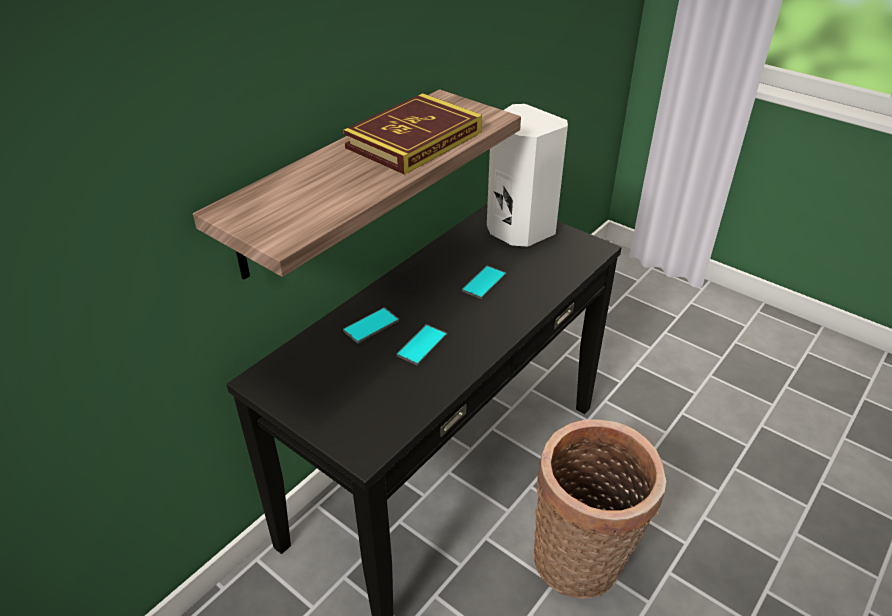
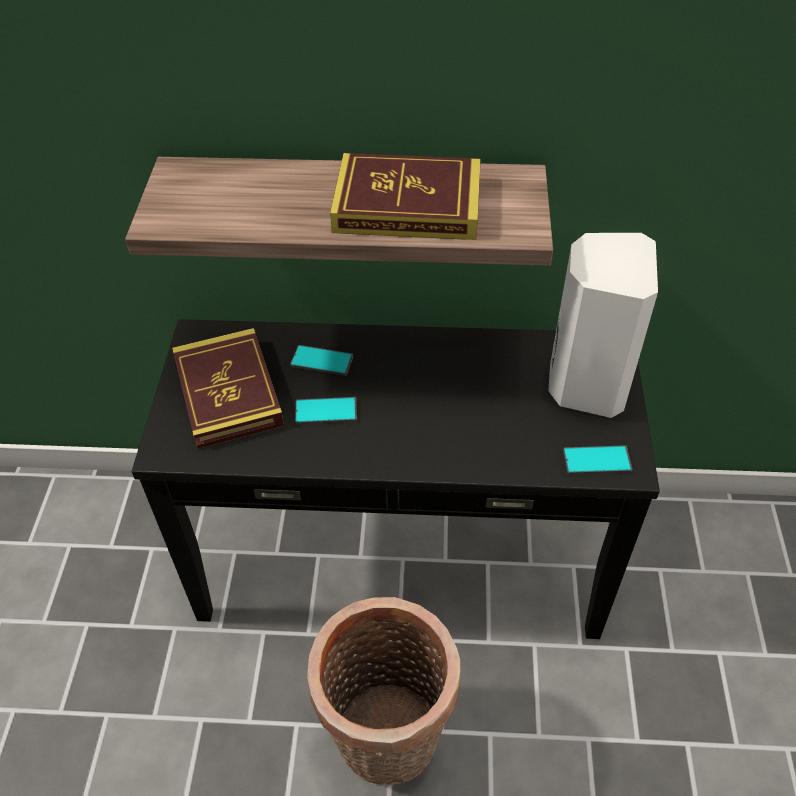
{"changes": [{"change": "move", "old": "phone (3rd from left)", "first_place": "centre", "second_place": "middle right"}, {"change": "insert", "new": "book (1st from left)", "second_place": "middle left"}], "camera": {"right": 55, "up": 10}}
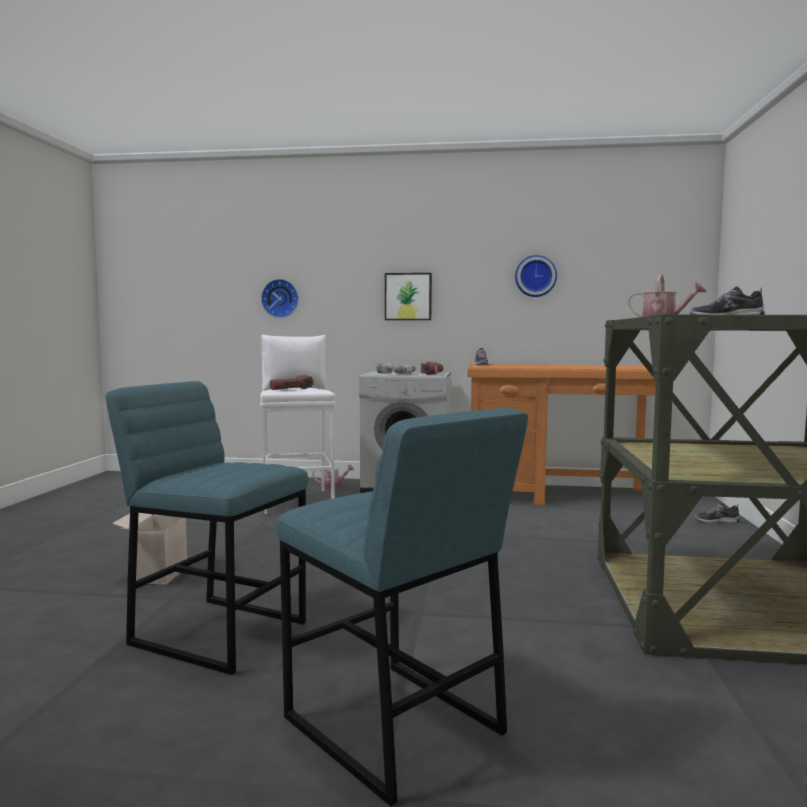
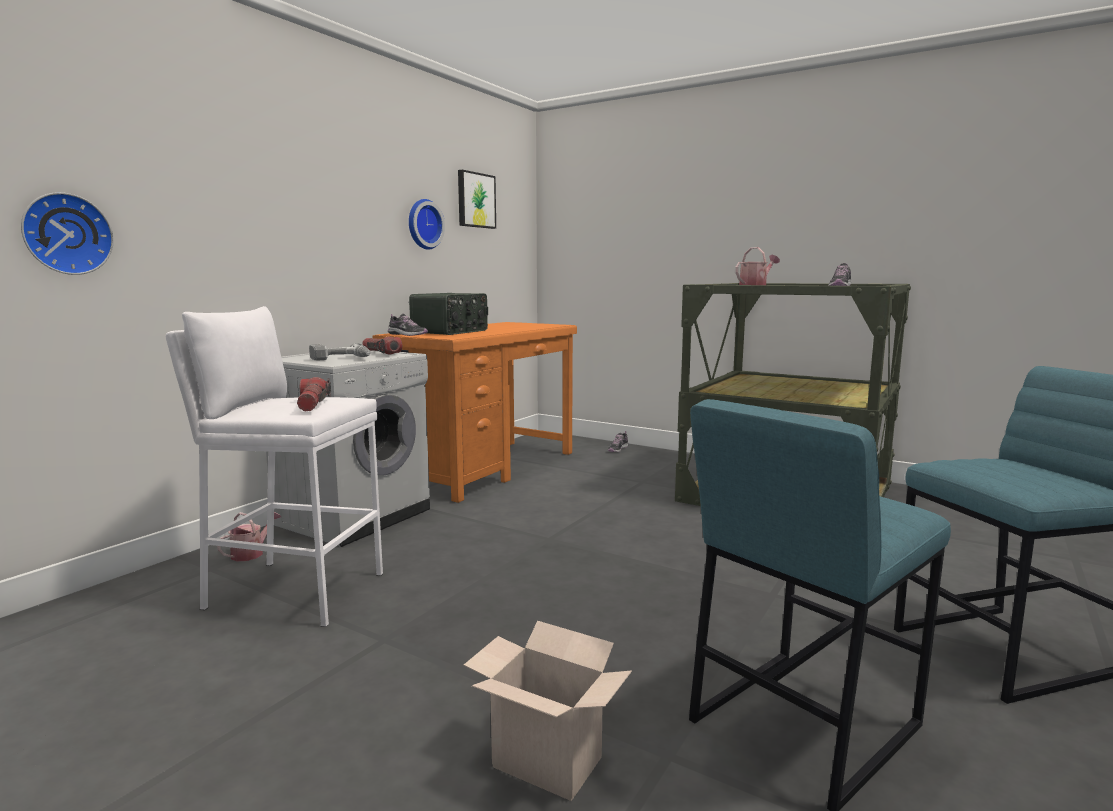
{"changes": [{"change": "move", "old": "picture", "first_place": "centre", "second_place": "top centre"}, {"change": "insert", "new": "radio", "second_place": "centre"}], "camera": {"right": -65, "up": 5}}
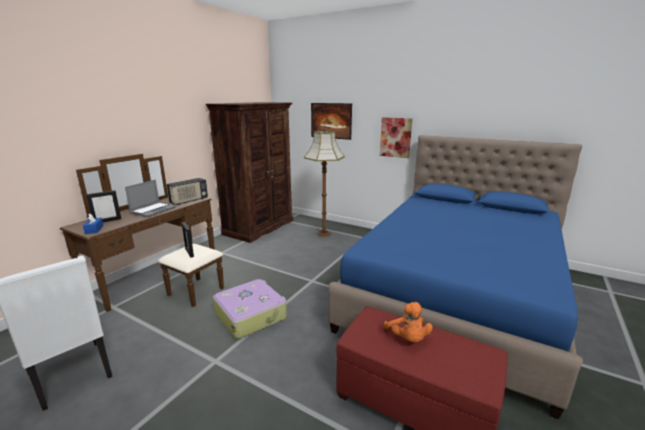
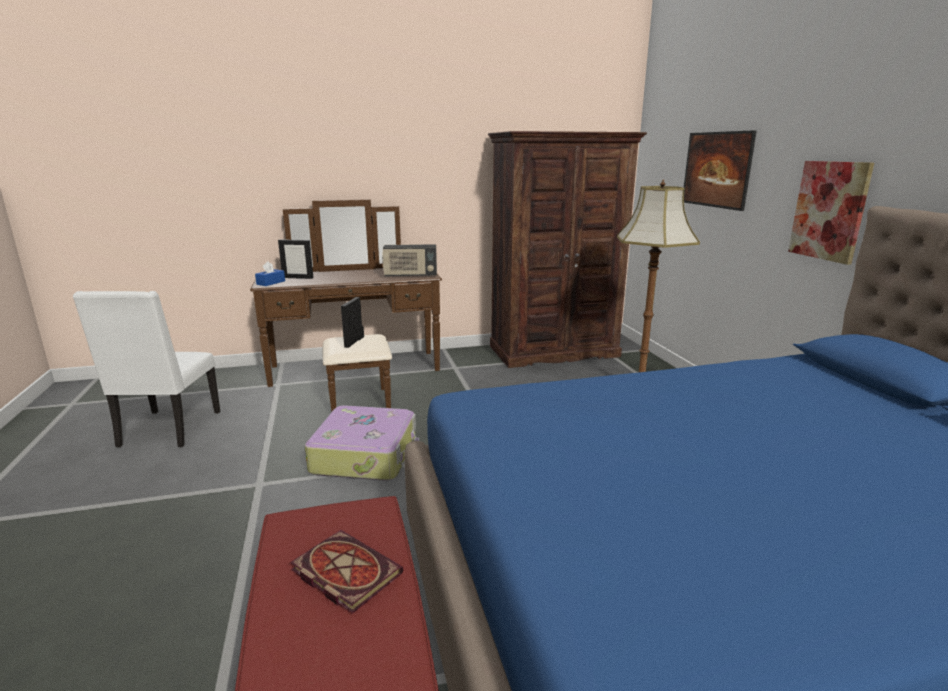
{"changes": [{"change": "delete", "old": "laptop", "first_place": "middle left"}, {"change": "replace", "old": "orange plush toy", "new": "book", "first_place": "bottom centre", "second_place": "bottom centre"}], "camera": {"right": 45, "up": 0}}
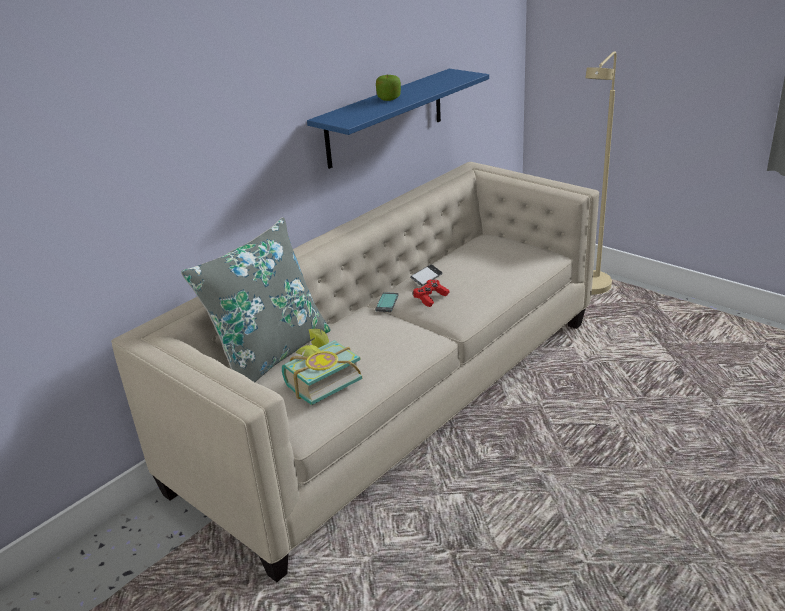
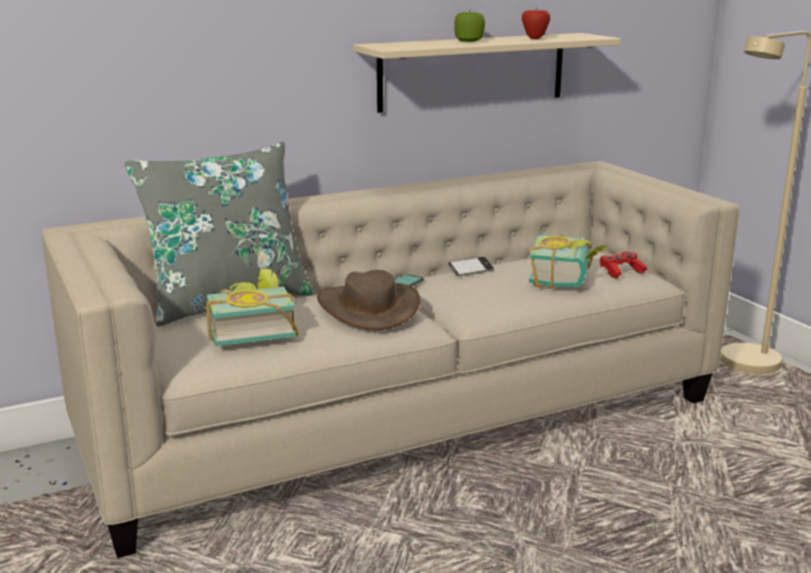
{"changes": [{"change": "recolor", "old": "blue shelf", "new": "beige shelf", "first_place": "top centre", "second_place": "top centre"}, {"change": "move", "old": "red game controller", "first_place": "centre", "second_place": "middle right"}, {"change": "insert", "new": "apple (2nd from left)", "second_place": "top centre"}, {"change": "insert", "new": "book (2nd from left)", "second_place": "middle right"}, {"change": "insert", "new": "brown hat", "second_place": "centre"}], "camera": {"right": 20, "up": -10}}
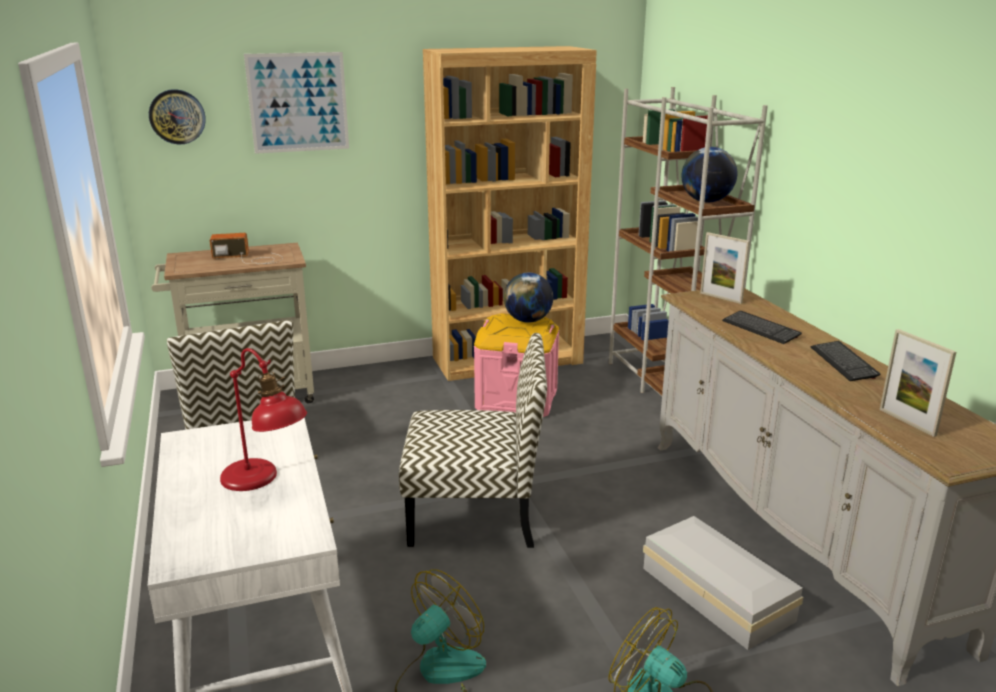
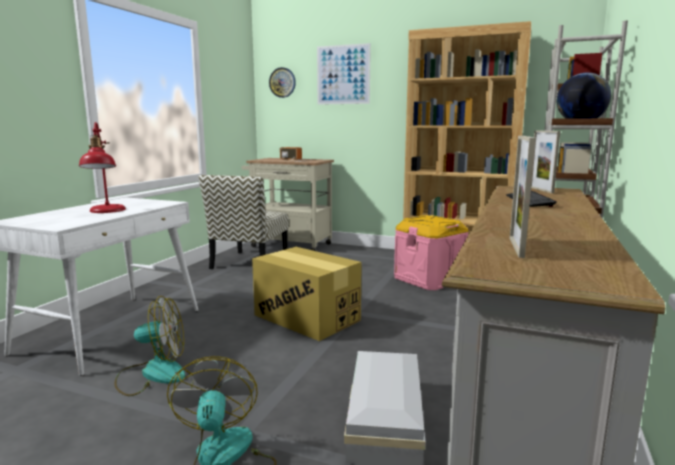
{"changes": [{"change": "delete", "old": "globe (1st from left)", "first_place": "centre"}, {"change": "replace", "old": "chair (2nd from left)", "new": "cardboard box", "first_place": "centre", "second_place": "centre"}, {"change": "delete", "old": "keyboard (2nd from left)", "first_place": "middle right"}], "camera": {"right": 40, "up": -10}}
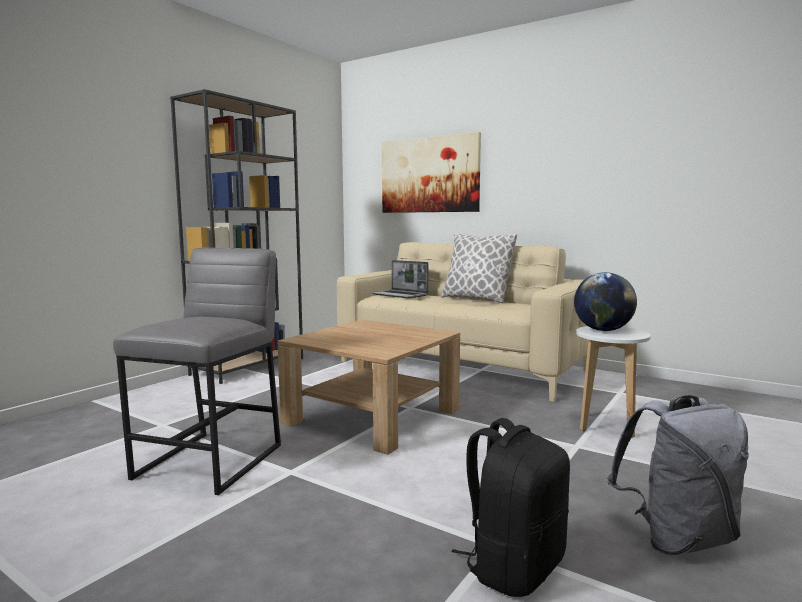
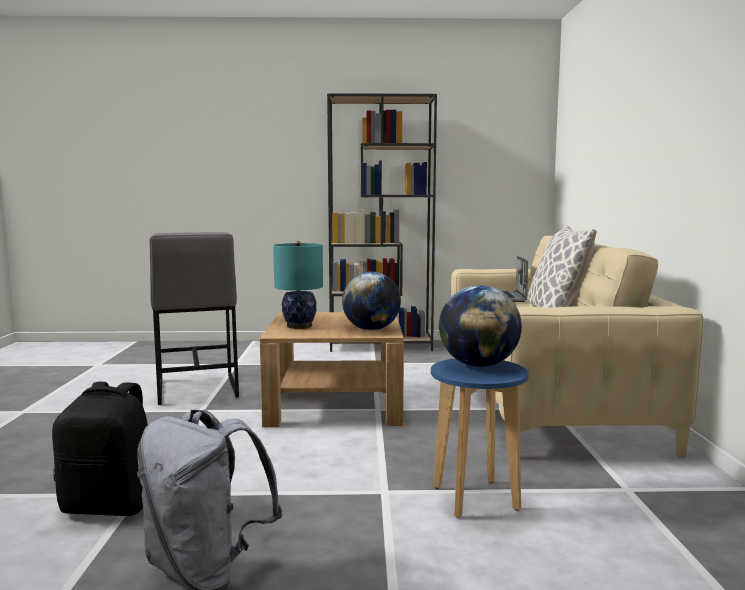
{"changes": [{"change": "delete", "old": "picture", "first_place": "top centre"}, {"change": "rotate", "old": "grey chair", "first_place": "middle left", "second_place": "middle left", "degrees": 90}, {"change": "recolor", "old": "white stool", "new": "blue stool", "first_place": "middle right", "second_place": "bottom centre"}, {"change": "insert", "new": "turquoise table lamp", "second_place": "centre"}, {"change": "insert", "new": "globe (1st from left)", "second_place": "centre"}], "camera": {"right": 55, "up": 0}}
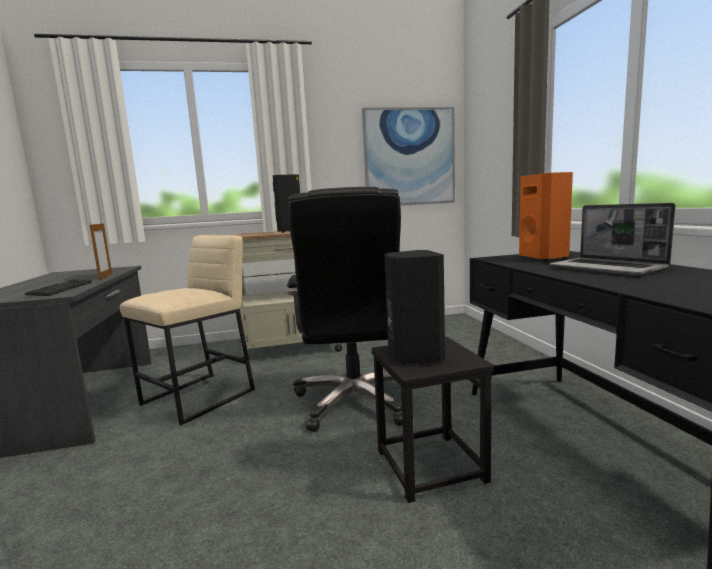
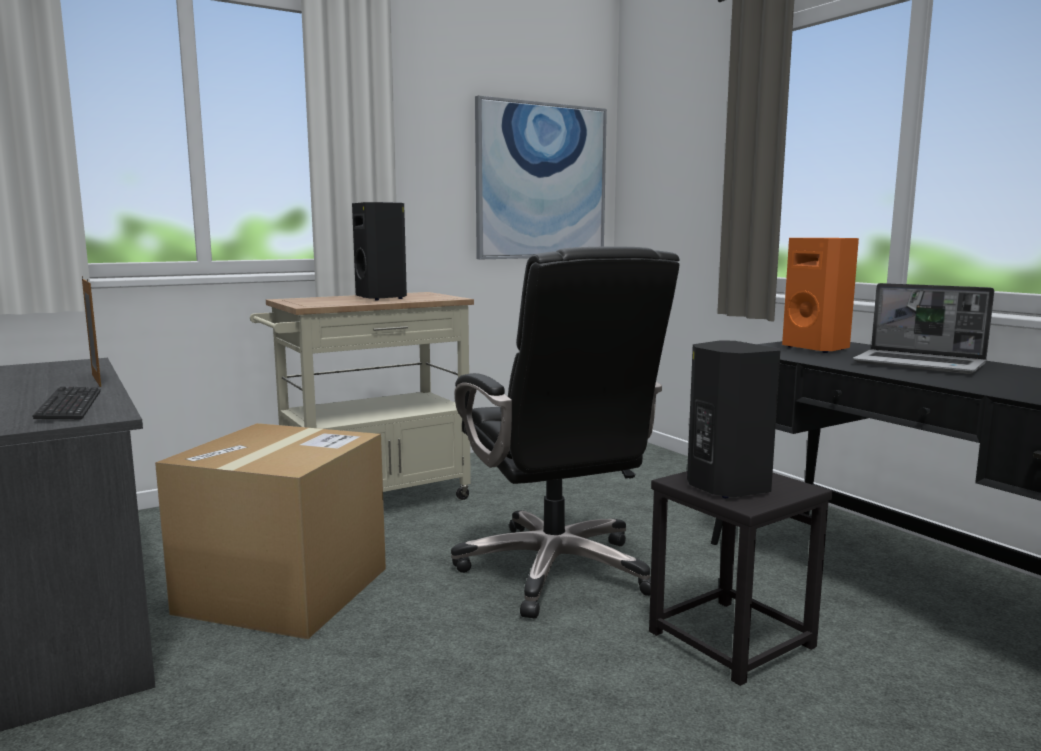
{"changes": [{"change": "replace", "old": "beige chair", "new": "cardboard box", "first_place": "middle left", "second_place": "bottom left"}], "camera": {"right": -20, "up": 0}}
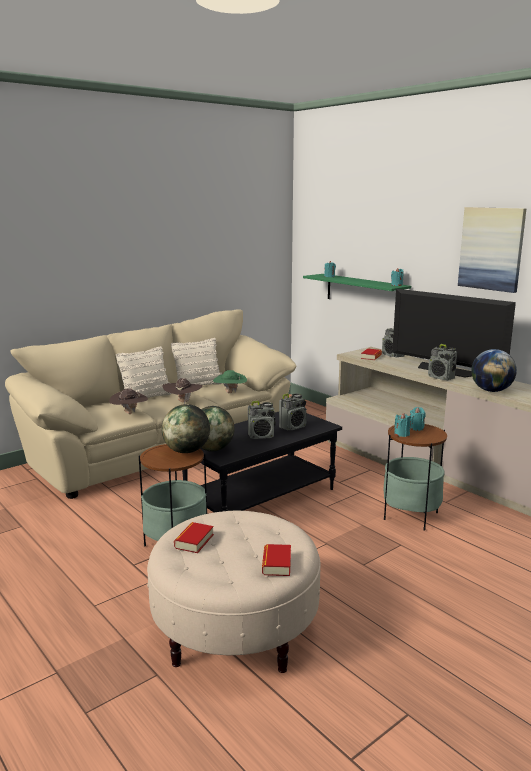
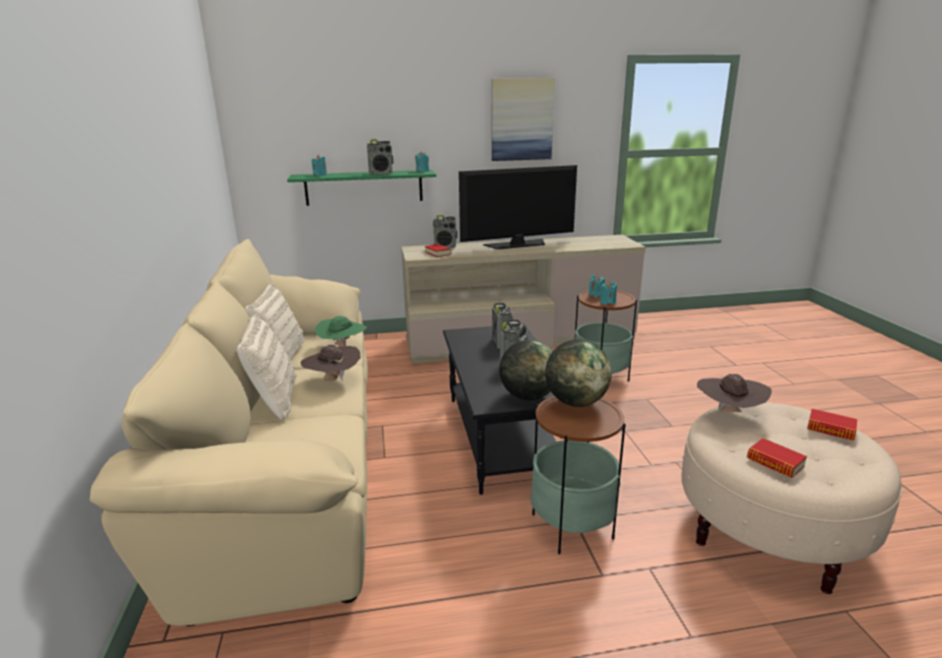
{"changes": [{"change": "move", "old": "radio (4th from left in the first image)", "new": "radio (1st from left)", "first_place": "middle right", "second_place": "top centre"}, {"change": "delete", "old": "globe (3rd from left)", "first_place": "middle right"}, {"change": "move", "old": "brown hat (1st from left in the first image)", "new": "brown hat (2nd from left)", "first_place": "middle left", "second_place": "middle right"}], "camera": {"right": -60, "up": 5}}
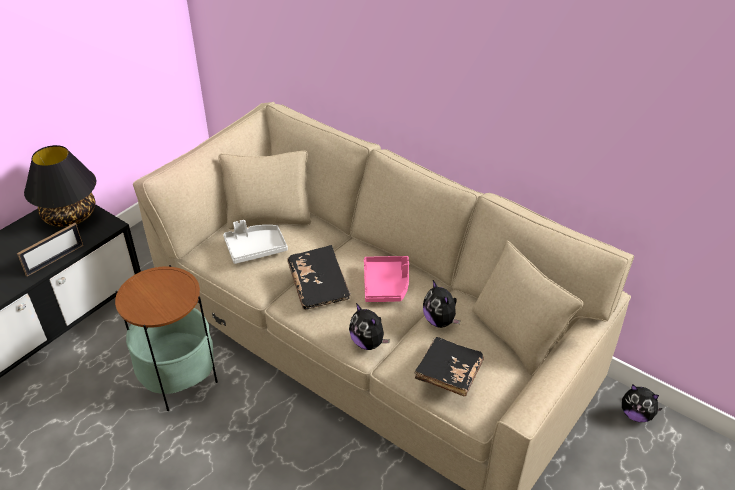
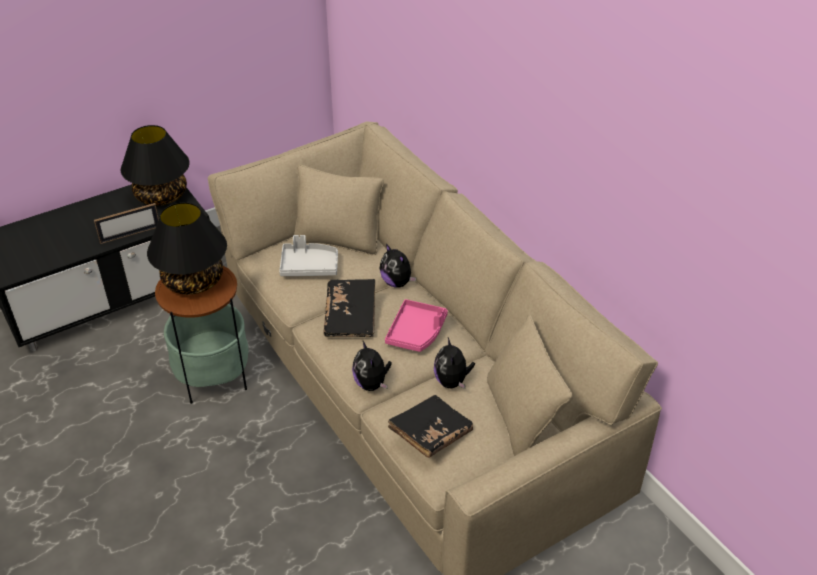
{"changes": [{"change": "move", "old": "plush toy (3rd from left in the first image)", "new": "plush toy (2nd from left)", "first_place": "bottom right", "second_place": "centre"}, {"change": "insert", "new": "black table lamp (2nd from left)", "second_place": "middle left"}], "camera": {"right": 20, "up": 0}}
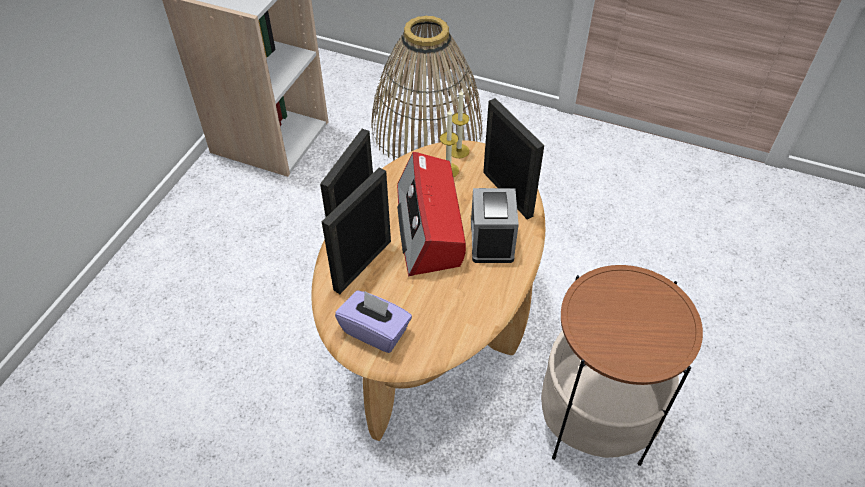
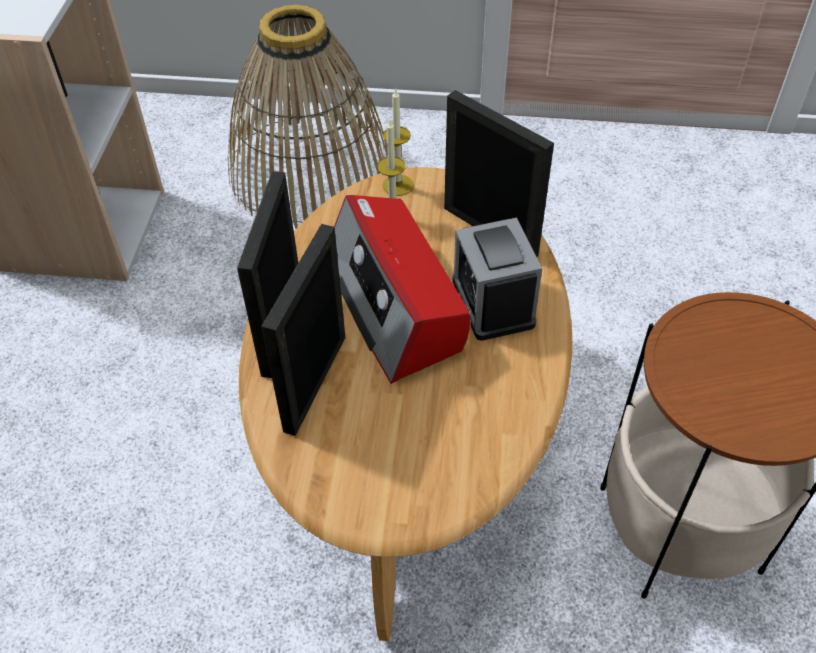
{"changes": [{"change": "delete", "old": "purple tissue box", "first_place": "centre"}], "camera": {"right": -15, "up": 0}}
